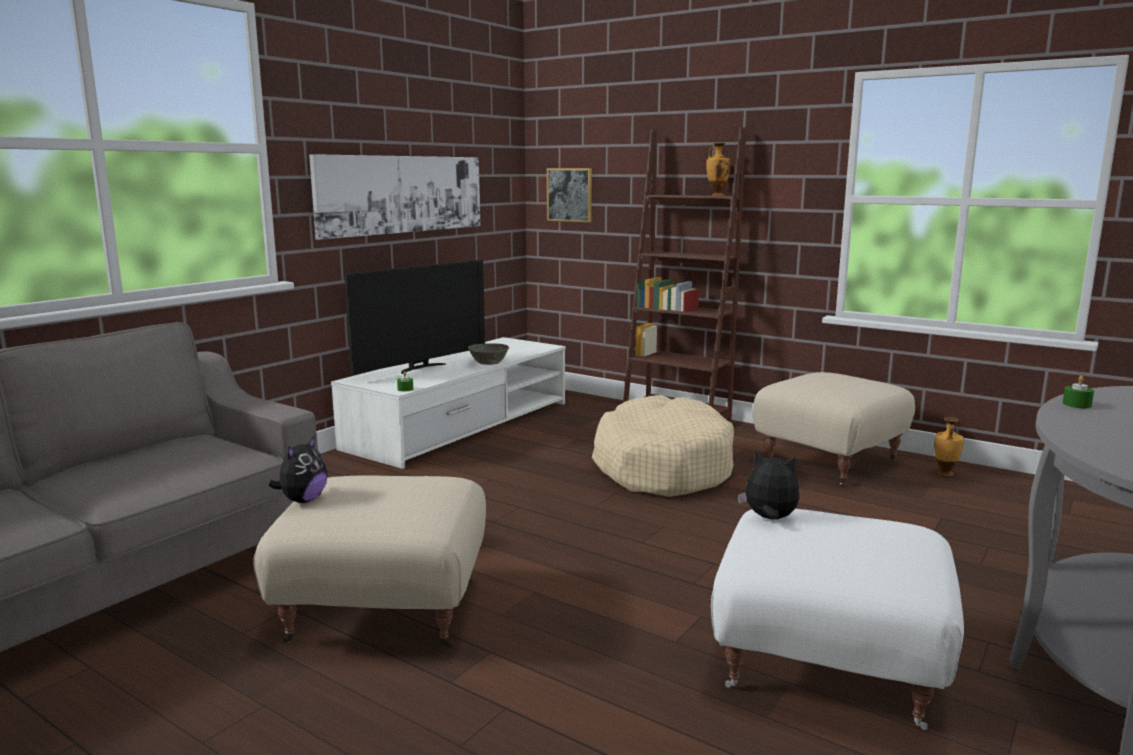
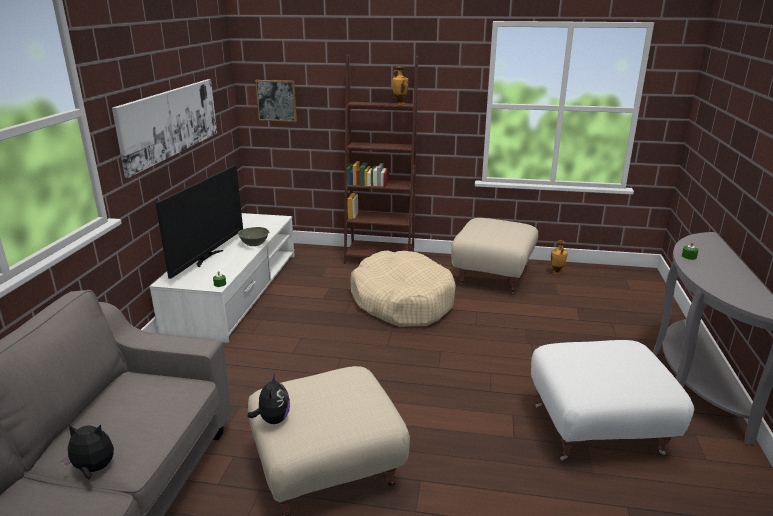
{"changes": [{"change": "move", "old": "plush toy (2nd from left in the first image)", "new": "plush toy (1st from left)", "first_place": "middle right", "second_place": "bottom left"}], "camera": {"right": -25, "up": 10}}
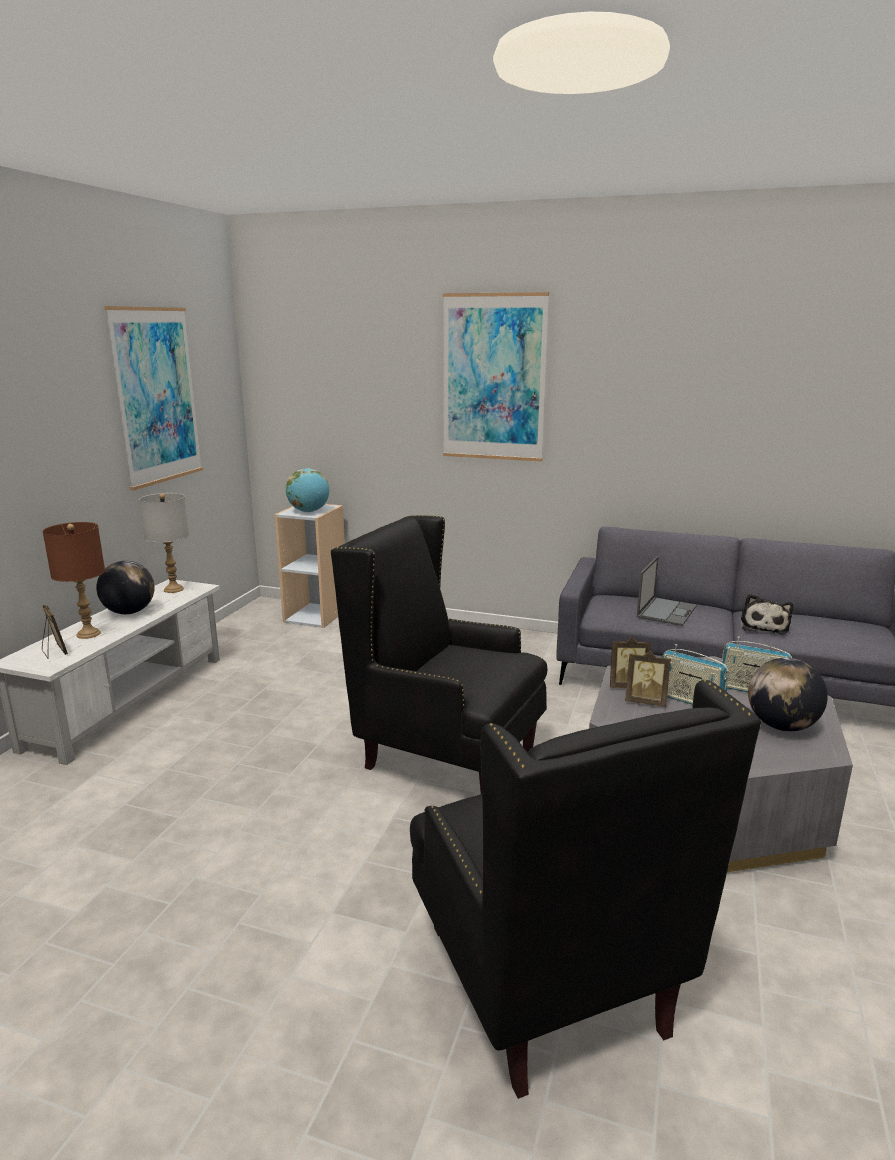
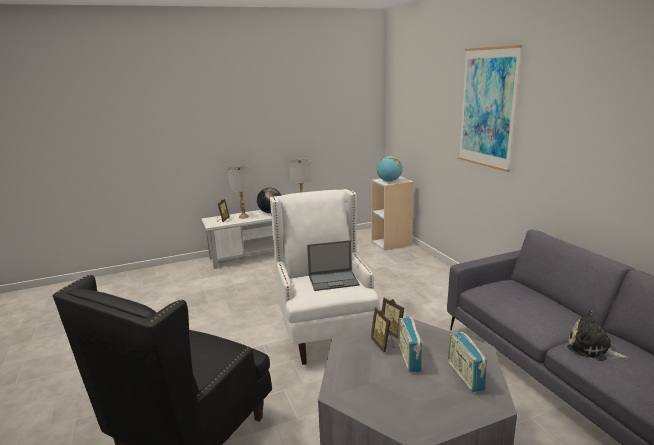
{"changes": [{"change": "delete", "old": "picture (1st from left)", "first_place": "middle left"}, {"change": "recolor", "old": "black armchair (1st from left)", "new": "white armchair", "first_place": "centre", "second_place": "centre"}, {"change": "recolor", "old": "brown table lamp", "new": "grey table lamp (1st from left)", "first_place": "middle left", "second_place": "centre"}, {"change": "move", "old": "laptop", "first_place": "middle right", "second_place": "centre"}, {"change": "rotate", "old": "plush toy", "first_place": "middle right", "second_place": "bottom right", "degrees": 60}, {"change": "delete", "old": "globe (3rd from left)", "first_place": "middle right"}], "camera": {"right": 50, "up": 0}}
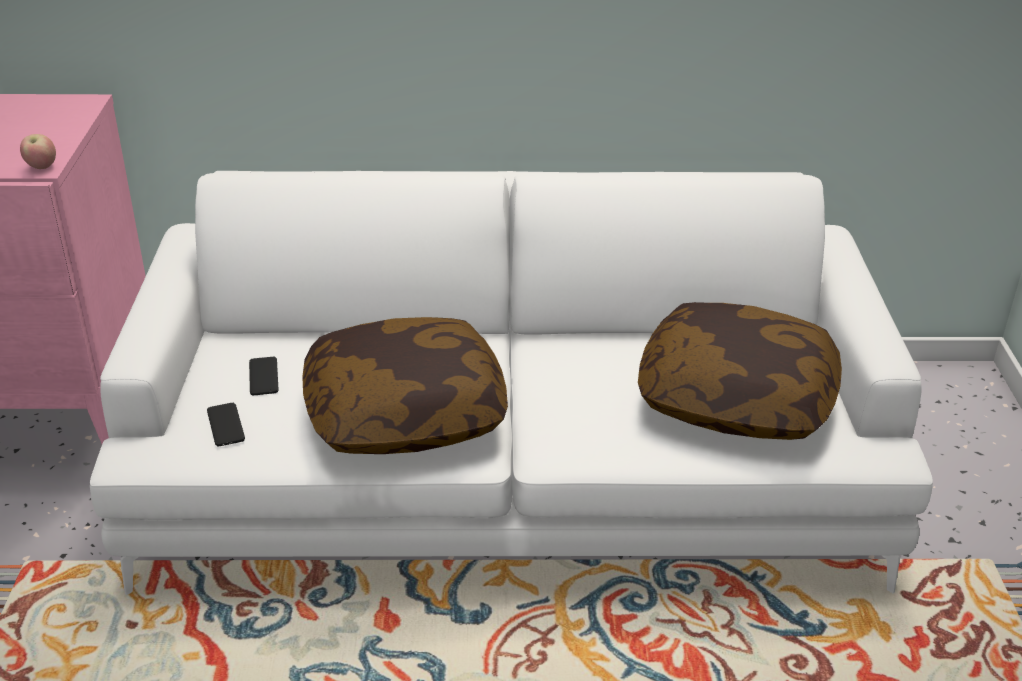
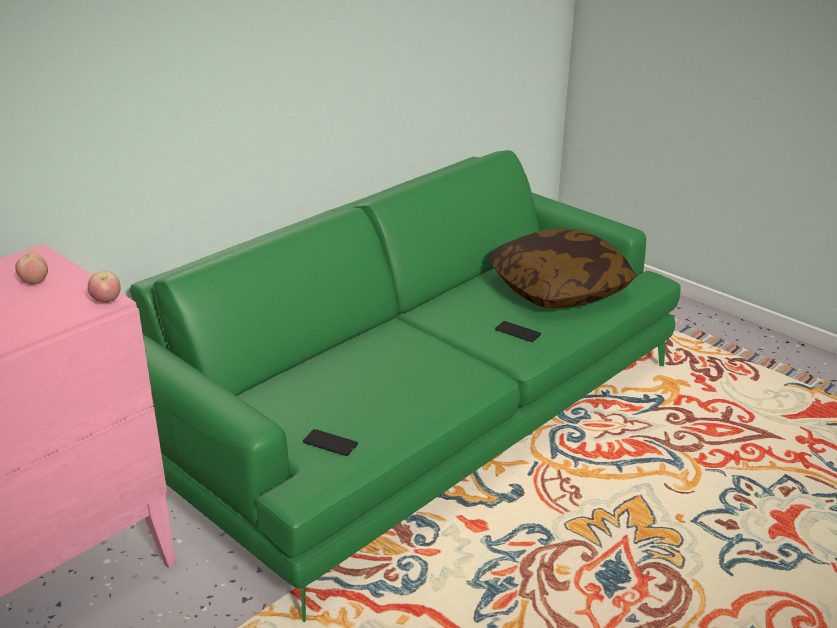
{"changes": [{"change": "recolor", "old": "white sofa", "new": "green sofa", "first_place": "centre", "second_place": "centre"}, {"change": "delete", "old": "pillow (1st from left)", "first_place": "centre"}, {"change": "move", "old": "phone (2nd from left)", "first_place": "middle left", "second_place": "centre"}, {"change": "insert", "new": "apple (1st from left)", "second_place": "middle left"}], "camera": {"right": -45, "up": -5}}
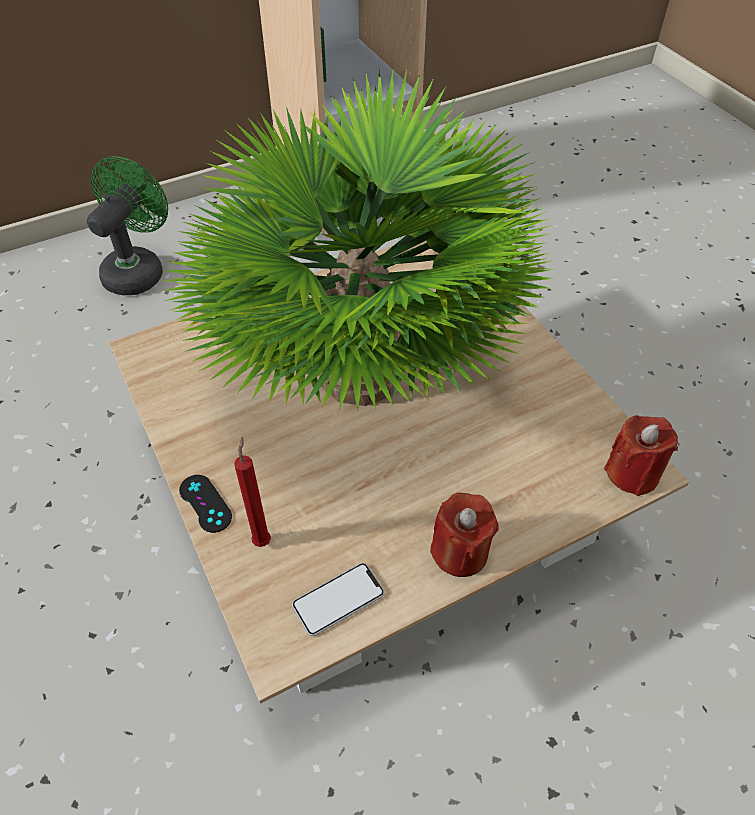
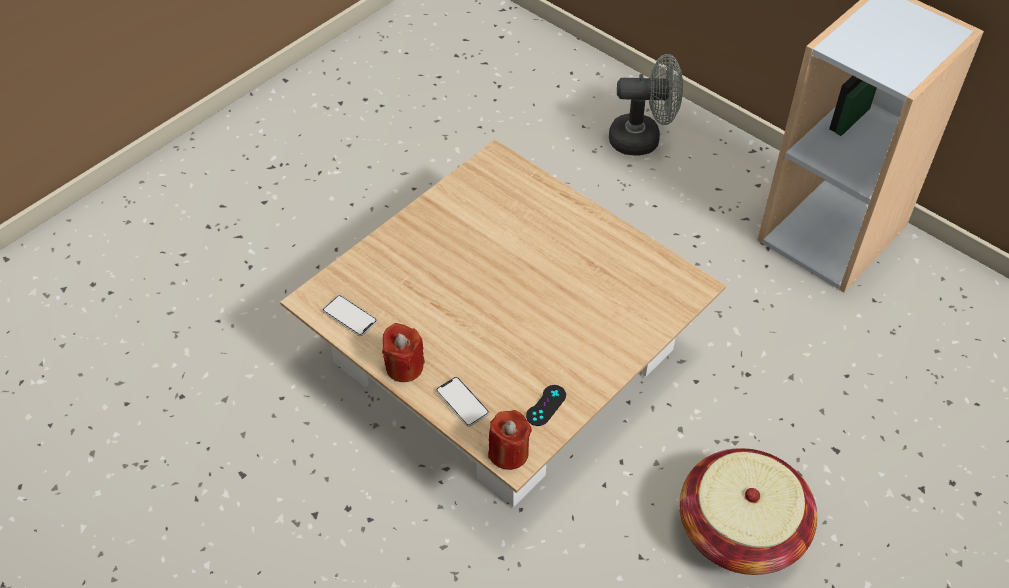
{"changes": [{"change": "delete", "old": "potted plant", "first_place": "top centre"}, {"change": "recolor", "old": "green fan", "new": "grey fan", "first_place": "top left", "second_place": "top centre"}, {"change": "delete", "old": "red candle (1st from left)", "first_place": "centre"}, {"change": "move", "old": "black game controller", "first_place": "middle left", "second_place": "bottom centre"}, {"change": "insert", "new": "phone (2nd from left)", "second_place": "bottom centre"}, {"change": "insert", "new": "basket", "second_place": "bottom right"}], "camera": {"right": 70, "up": 0}}
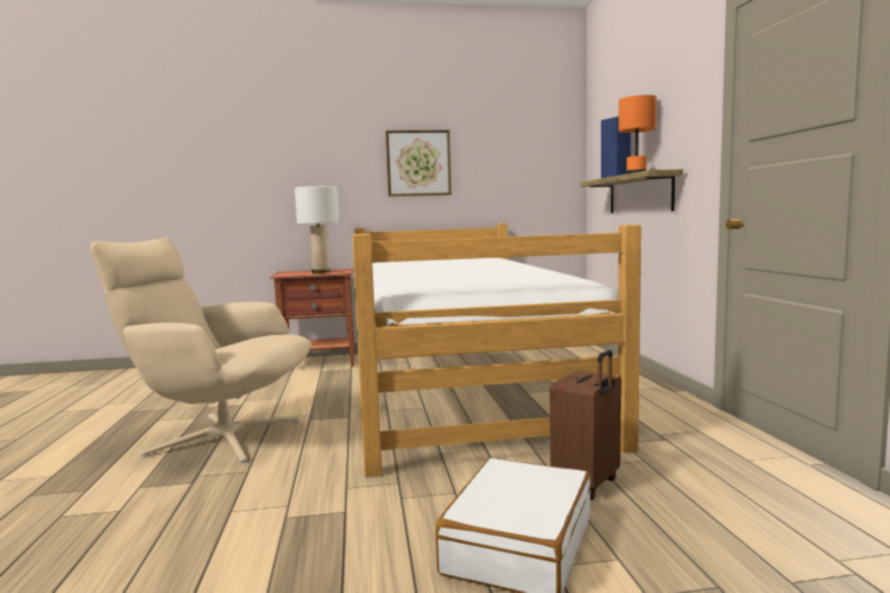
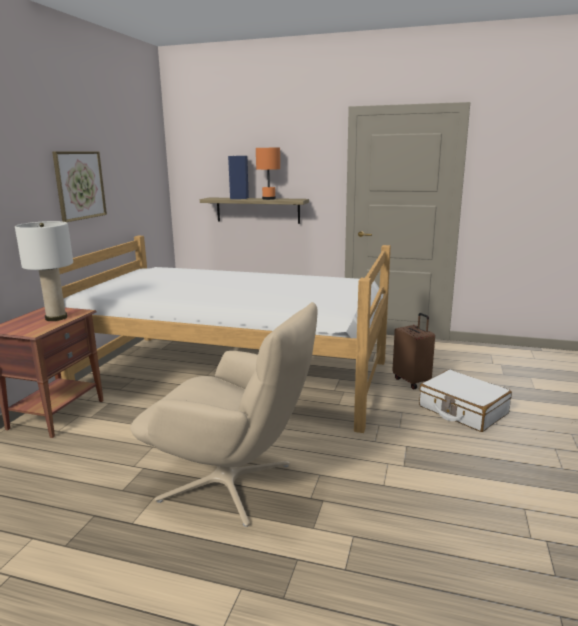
{"changes": [{"change": "rotate", "old": "beige armchair", "first_place": "middle left", "second_place": "centre", "degrees": -105}], "camera": {"right": -65, "up": 10}}
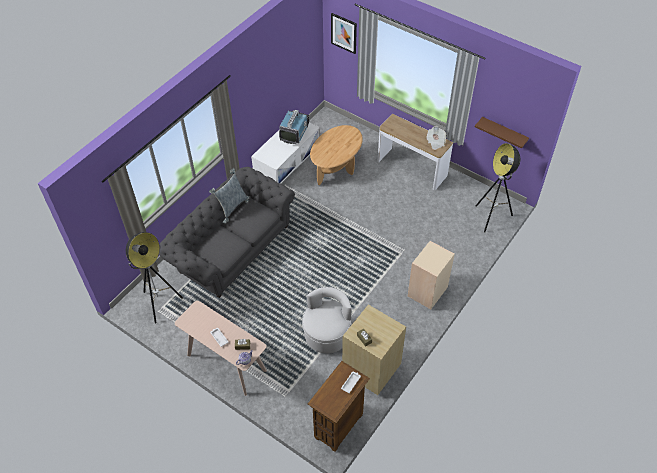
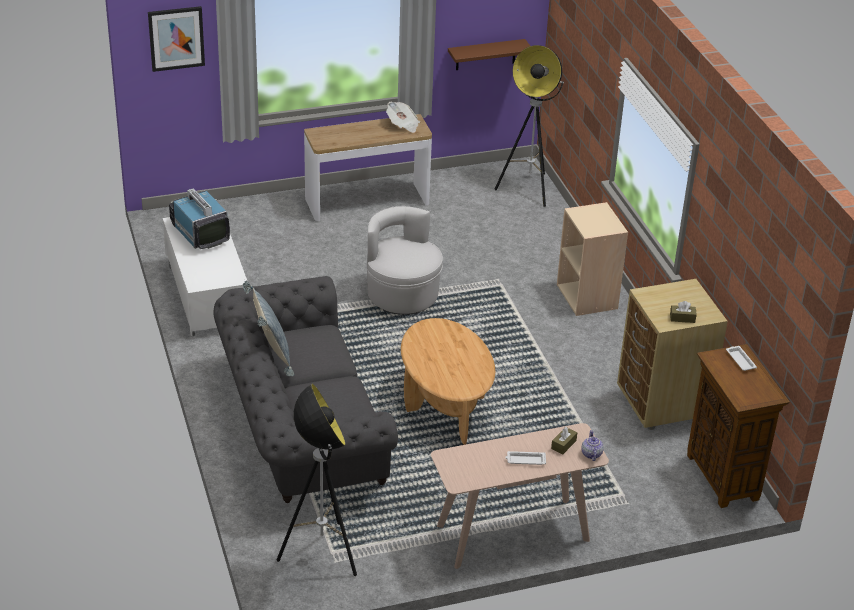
{"changes": [{"change": "move", "old": "brown coffee table", "first_place": "top centre", "second_place": "centre"}, {"change": "move", "old": "white armchair", "first_place": "bottom centre", "second_place": "centre"}], "camera": {"right": -55, "up": -15}}
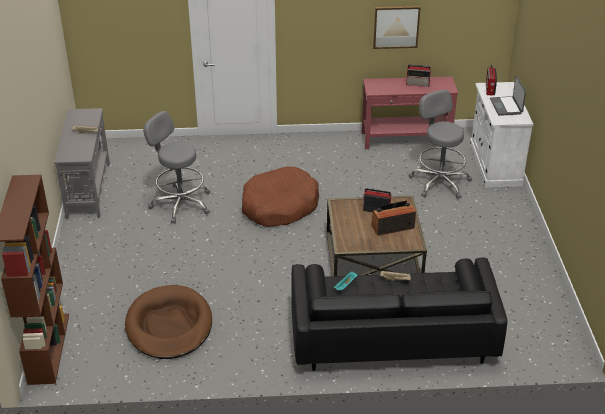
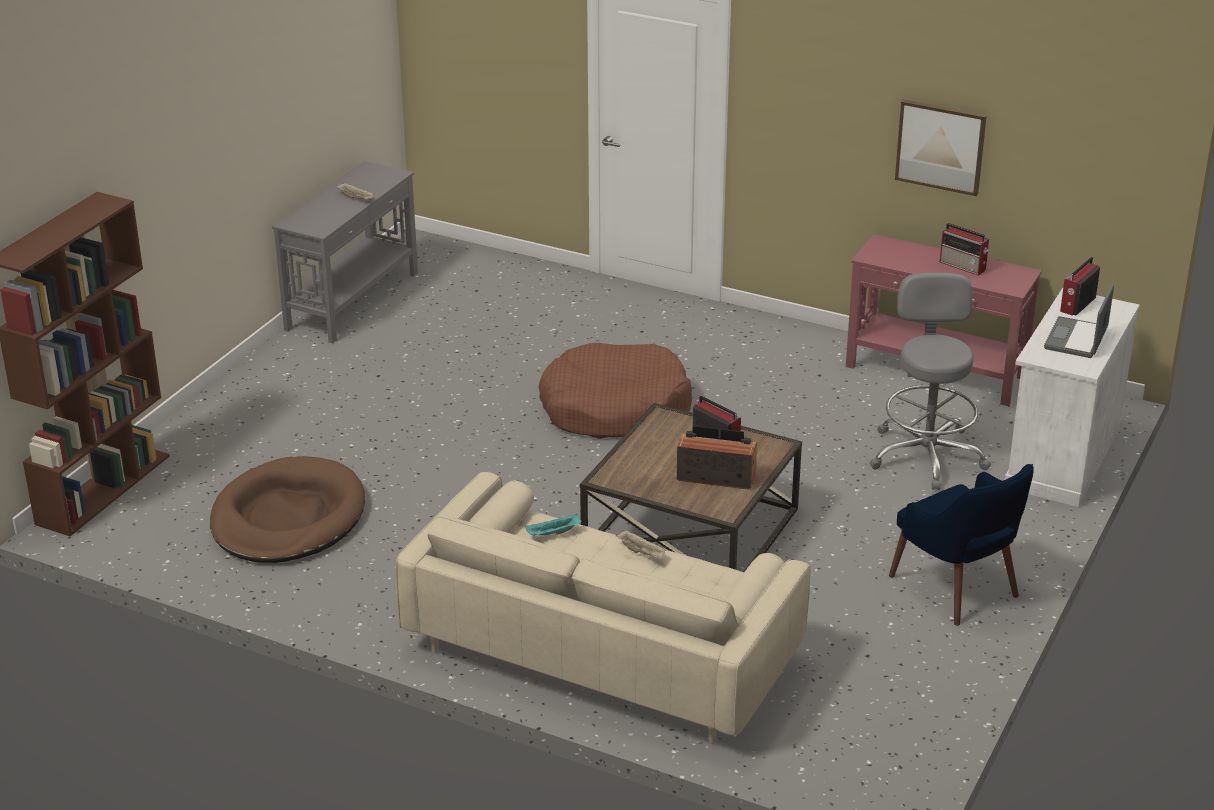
{"changes": [{"change": "delete", "old": "grey stool (1st from left)", "first_place": "middle left"}, {"change": "recolor", "old": "black sofa", "new": "beige sofa", "first_place": "bottom centre", "second_place": "bottom centre"}, {"change": "insert", "new": "blue armchair", "second_place": "bottom right"}], "camera": {"right": 30, "up": -5}}
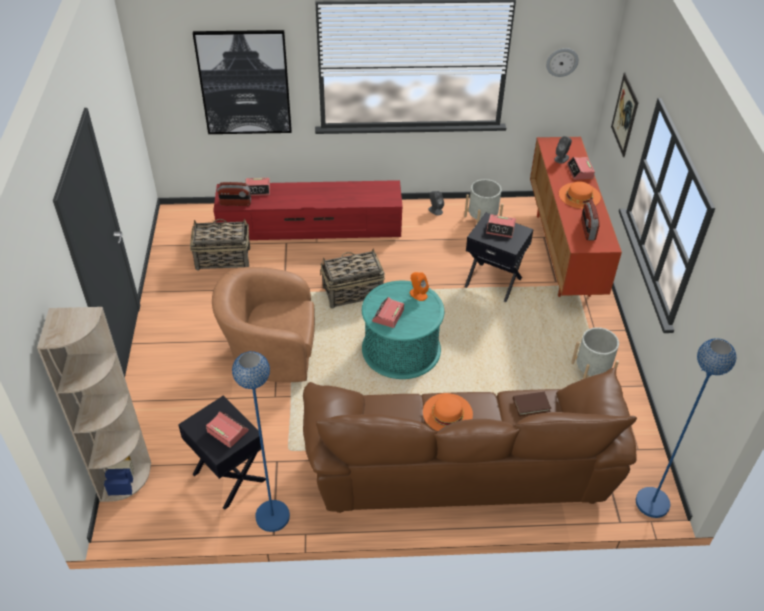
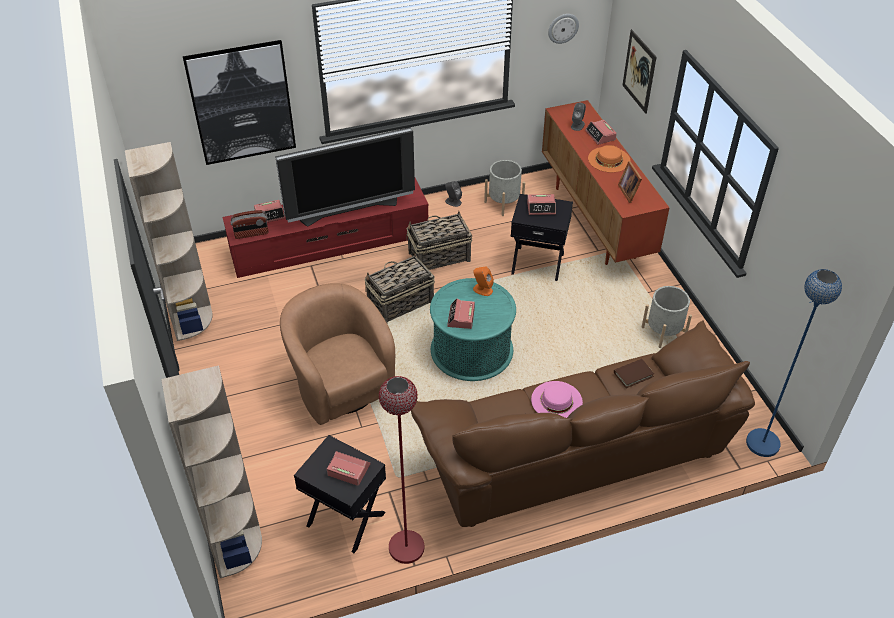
{"changes": [{"change": "replace", "old": "radio (2nd from left)", "new": "picture frame", "first_place": "middle right", "second_place": "top right"}, {"change": "move", "old": "basket (1st from left in the first image)", "new": "basket (2nd from left)", "first_place": "middle left", "second_place": "centre"}, {"change": "rotate", "old": "brown armchair", "first_place": "centre", "second_place": "centre", "degrees": 75}, {"change": "recolor", "old": "blue floor lamp (1st from left)", "new": "red floor lamp", "first_place": "bottom centre", "second_place": "bottom centre"}, {"change": "recolor", "old": "orange hat (1st from left)", "new": "pink hat", "first_place": "bottom centre", "second_place": "centre"}, {"change": "insert", "new": "television", "second_place": "top centre"}, {"change": "insert", "new": "beige bookcase (1st from left)", "second_place": "middle left"}], "camera": {"right": -15, "up": 0}}
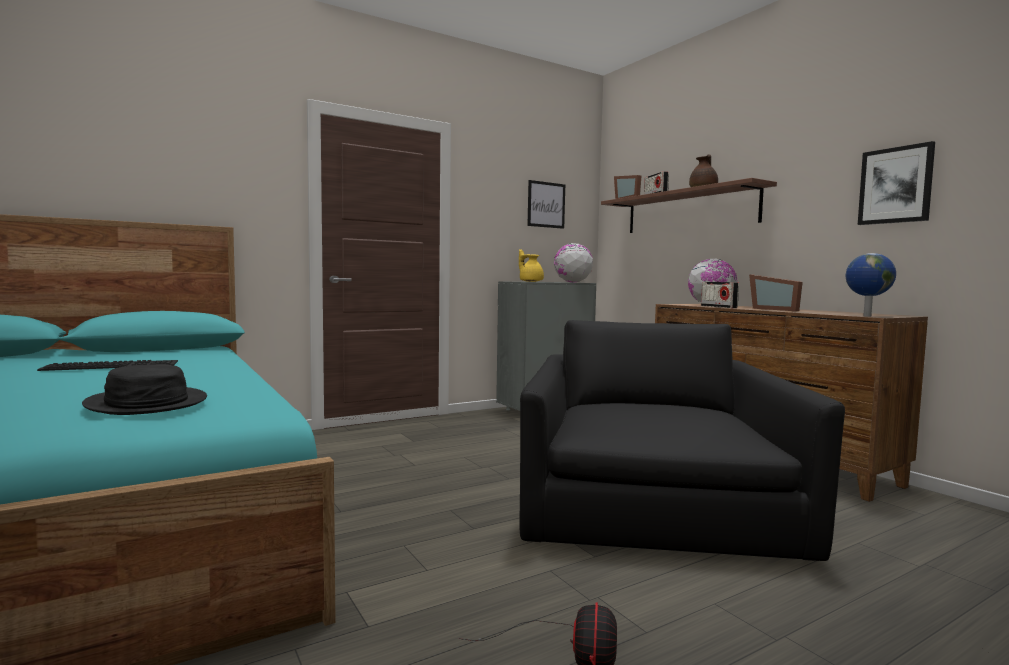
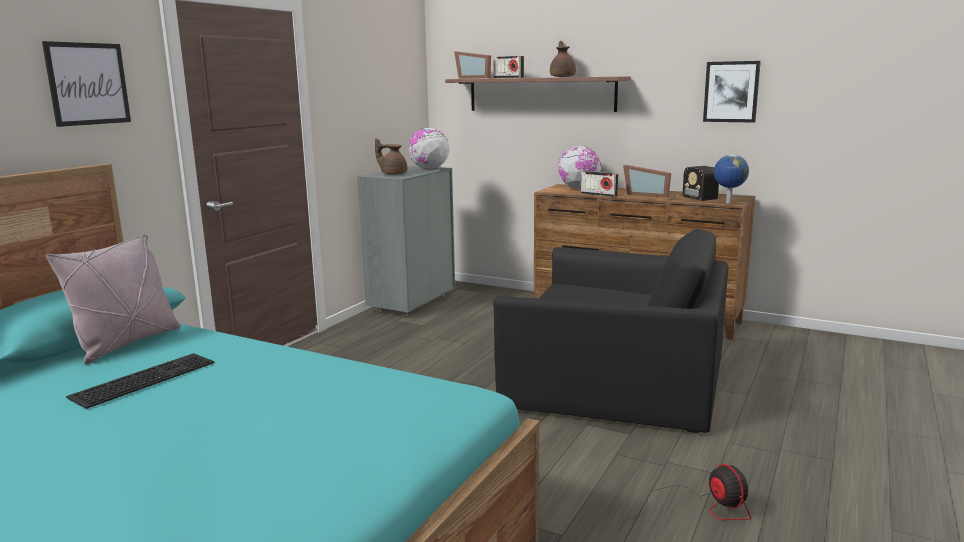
{"changes": [{"change": "move", "old": "picture (1st from left)", "first_place": "top centre", "second_place": "top left"}, {"change": "recolor", "old": "yellow teapot", "new": "brown teapot (1st from left)", "first_place": "centre", "second_place": "top centre"}, {"change": "rotate", "old": "black armchair", "first_place": "middle right", "second_place": "centre", "degrees": 135}, {"change": "delete", "old": "black hat", "first_place": "middle left"}, {"change": "insert", "new": "radio (3rd from left)", "second_place": "middle right"}, {"change": "insert", "new": "purple pillow", "second_place": "middle left"}], "camera": {"right": -30, "up": 10}}
